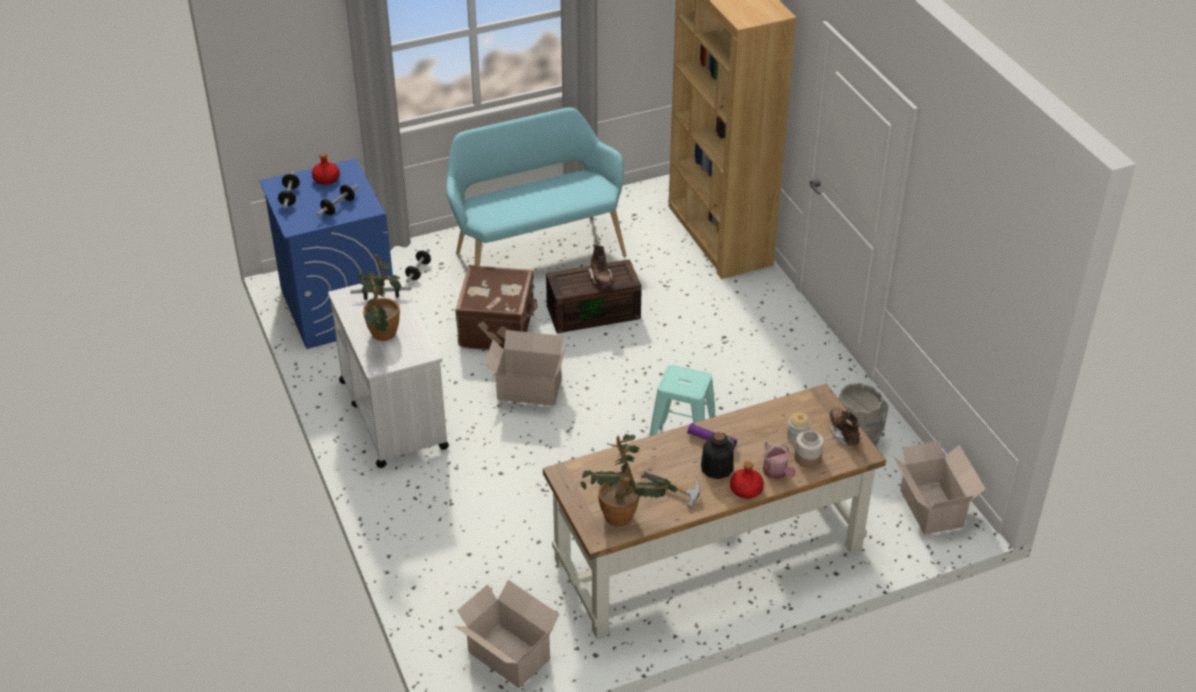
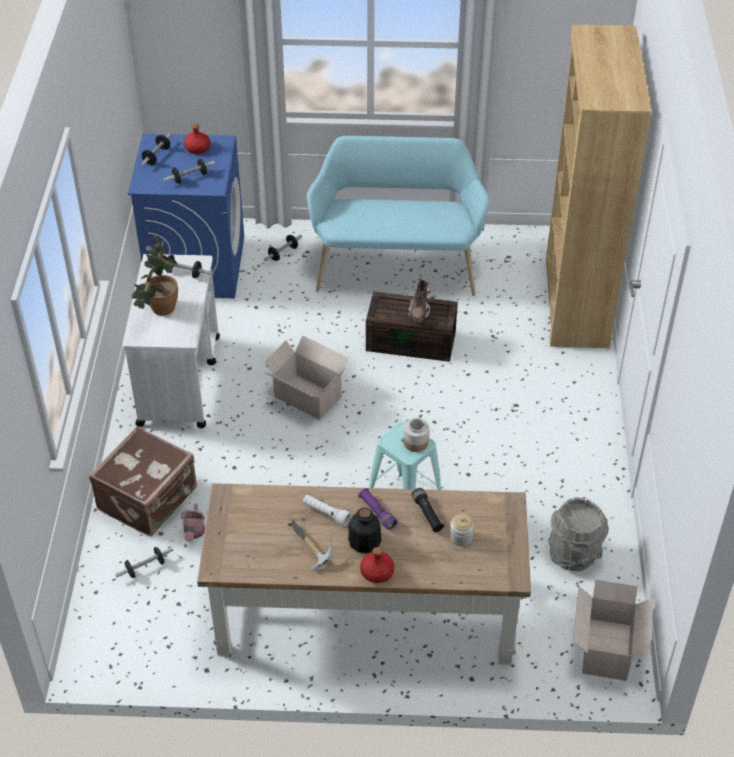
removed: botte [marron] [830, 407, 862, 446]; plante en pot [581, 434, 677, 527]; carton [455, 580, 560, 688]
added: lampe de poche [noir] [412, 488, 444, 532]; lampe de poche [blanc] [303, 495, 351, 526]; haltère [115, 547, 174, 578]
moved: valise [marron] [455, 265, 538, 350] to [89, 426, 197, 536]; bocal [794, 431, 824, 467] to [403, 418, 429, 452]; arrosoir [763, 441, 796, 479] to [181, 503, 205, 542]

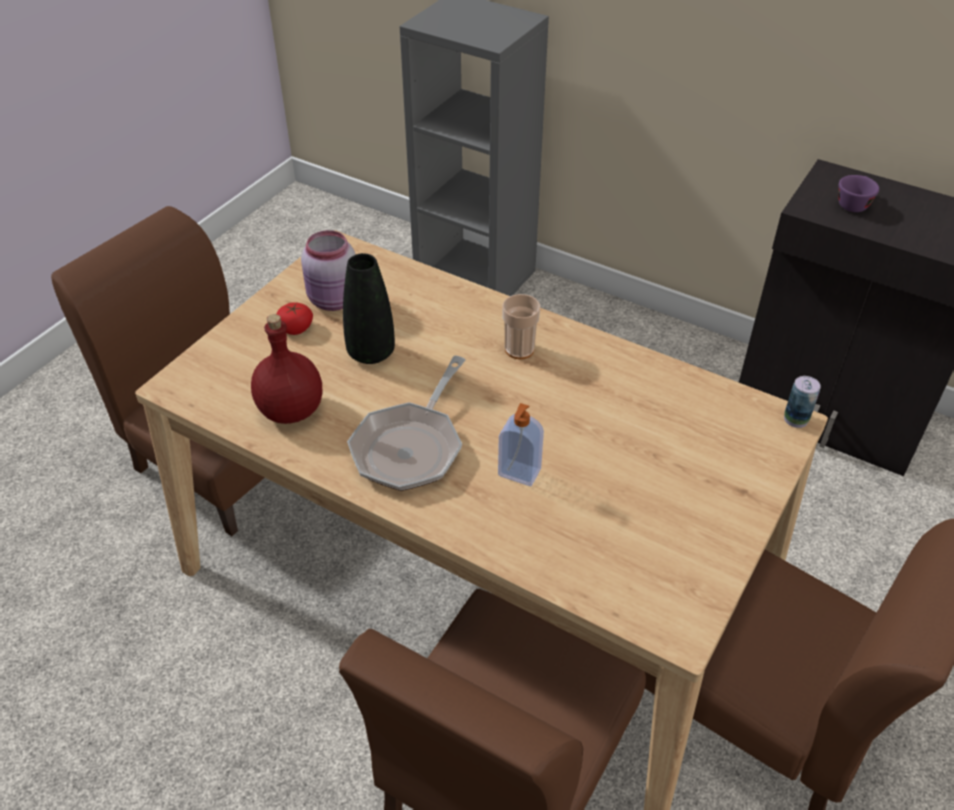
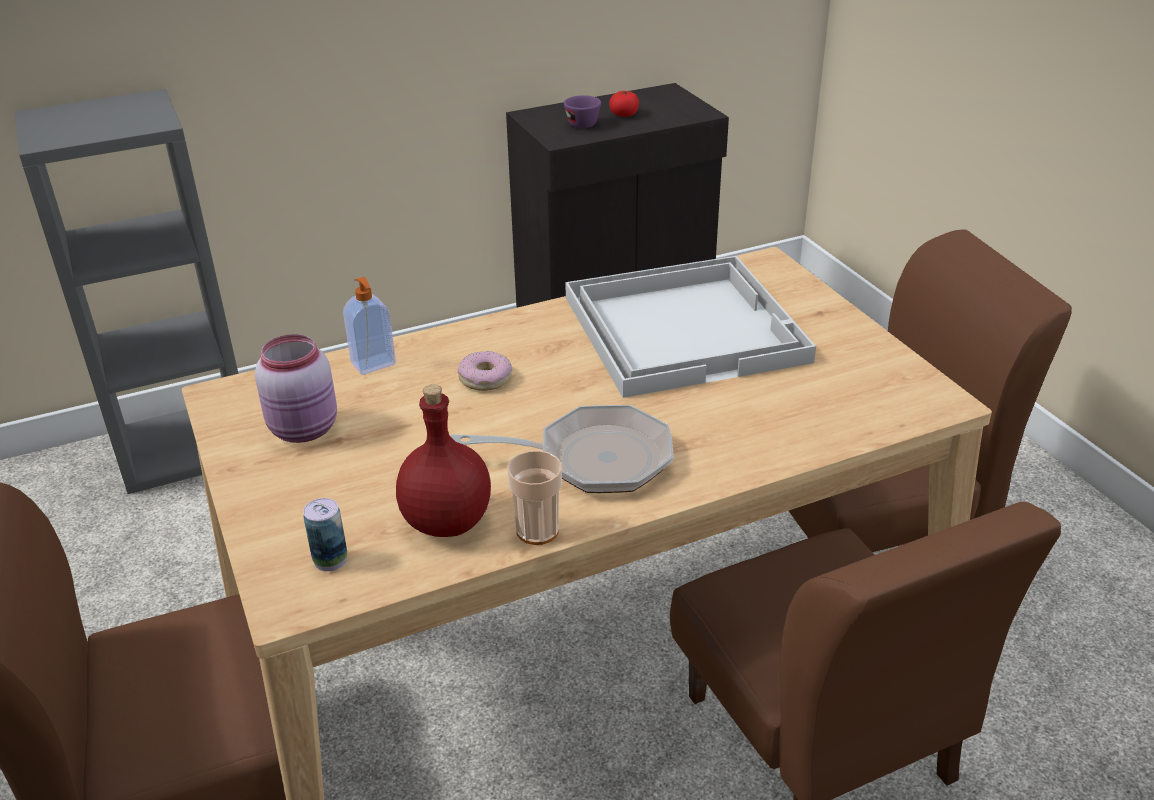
removed: vase [noir] [343, 253, 395, 364]
added: plateau [blanc] [565, 256, 816, 398]; beignet [458, 351, 512, 391]
moved: tasse [502, 294, 540, 359] to [507, 451, 562, 545]; tomate [277, 302, 313, 335] to [609, 91, 639, 117]; boîte métallique [784, 376, 821, 428] to [303, 498, 347, 572]; distributeur de savon [498, 403, 544, 486] to [343, 277, 396, 375]
turned: poêle [347, 356, 466, 491] = [450, 405, 674, 493] 60 degrees counterclockwise

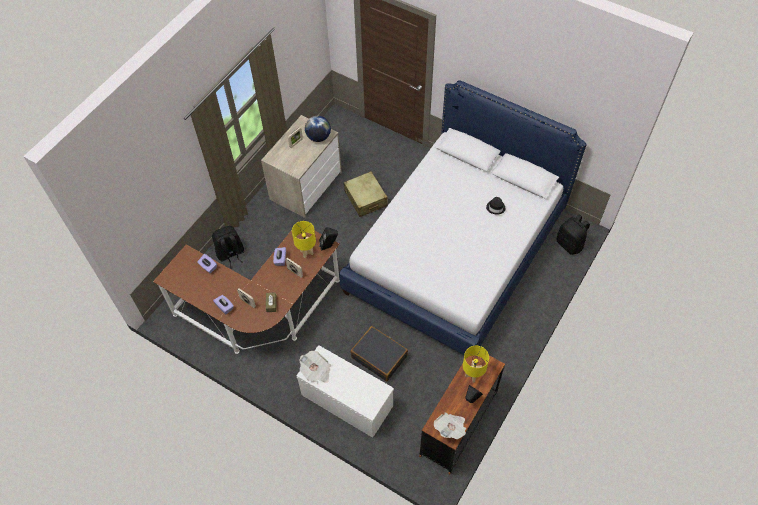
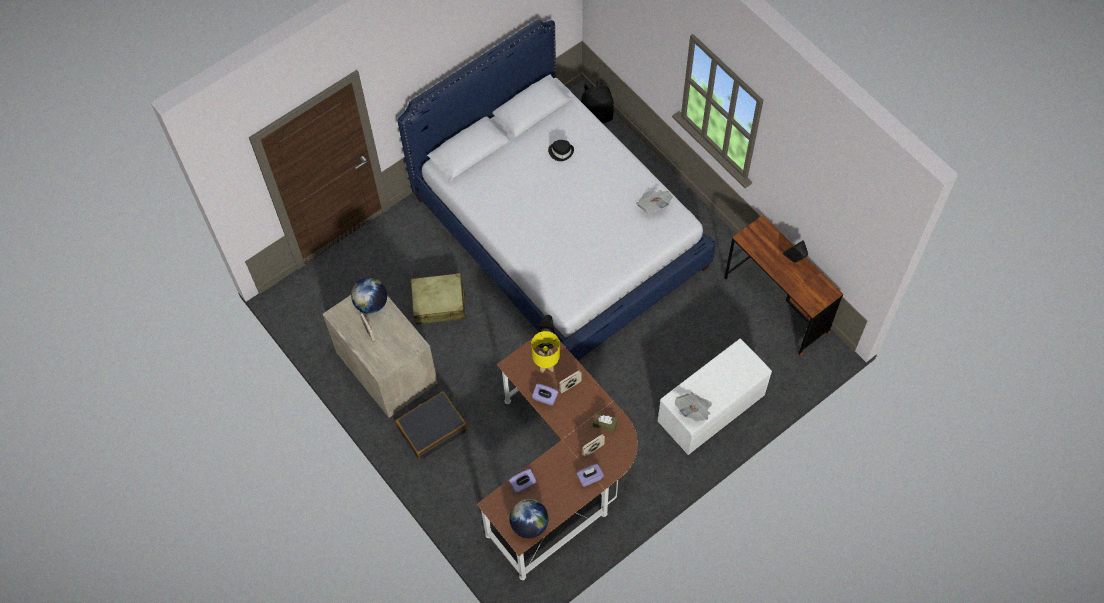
removed: sac à dos [noir] [212, 226, 244, 267]; lampe de table [jaune] [463, 346, 489, 383]
added: globe [509, 499, 548, 538]
moved: valise [noir] [351, 326, 408, 381] to [396, 391, 467, 460]; journal [434, 413, 466, 439] to [636, 189, 673, 213]

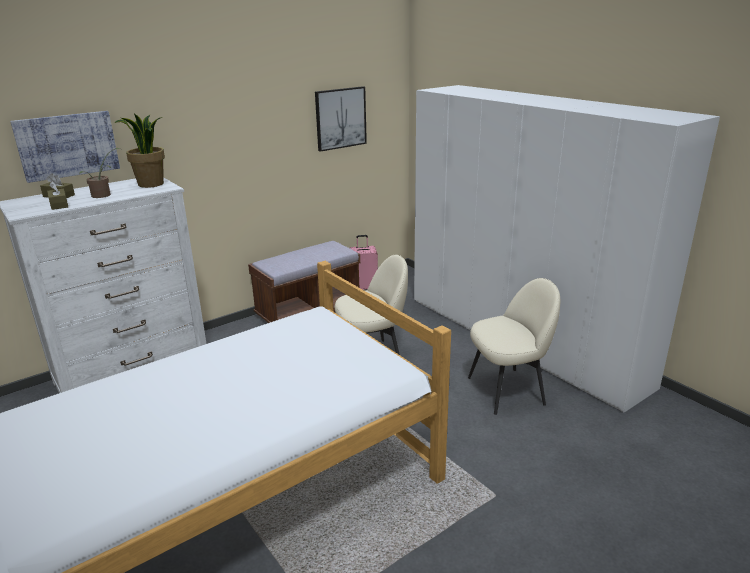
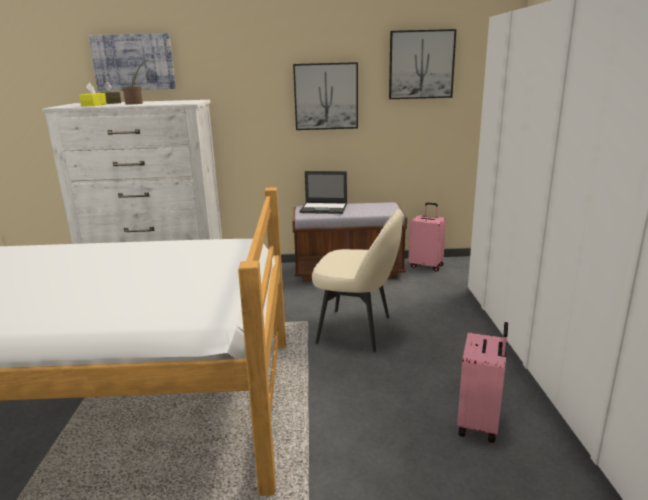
removed: plante en pot [114, 113, 165, 188]
added: tableau [293, 62, 358, 130]; ordinateur portable [299, 171, 347, 214]
replaced: chaise [beige] [468, 278, 560, 415] to valise [rose] [457, 322, 508, 443]
recoloured: boîte à mouchoirs [marron] [47, 181, 68, 210] to boîte à mouchoirs [jaune] [79, 83, 107, 106]

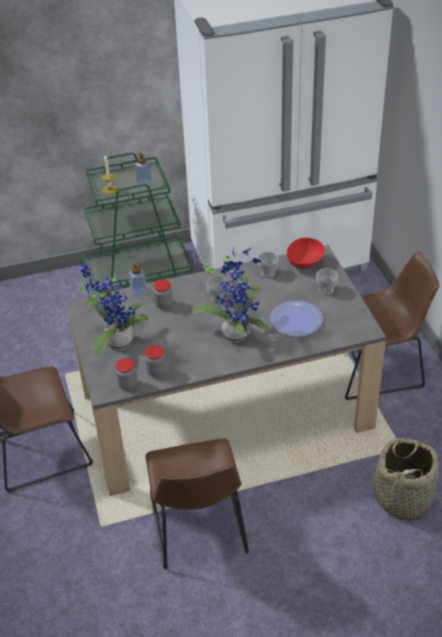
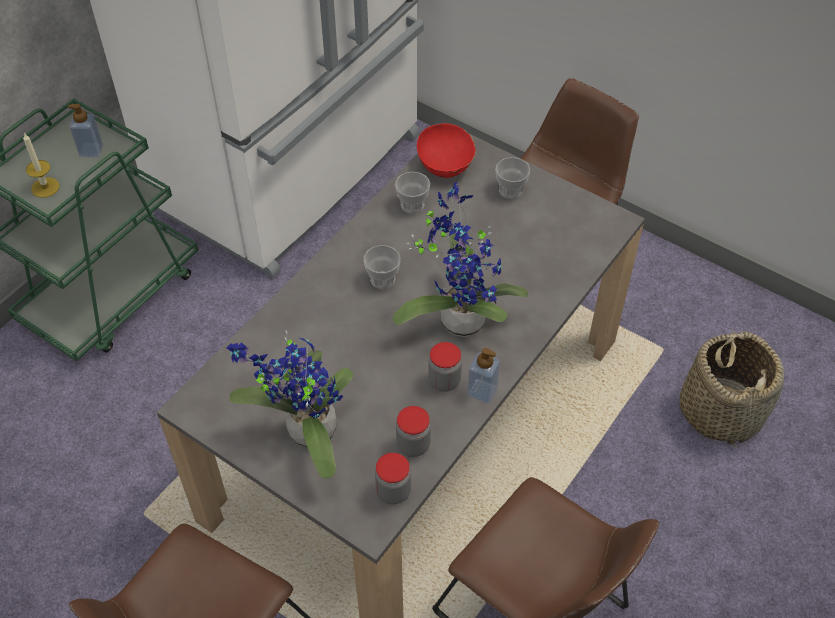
removed: assiette [270, 301, 323, 337]
moved: distributeur de savon [129, 262, 147, 298] to [467, 348, 500, 403]; bocal [153, 280, 173, 309] to [428, 342, 462, 392]

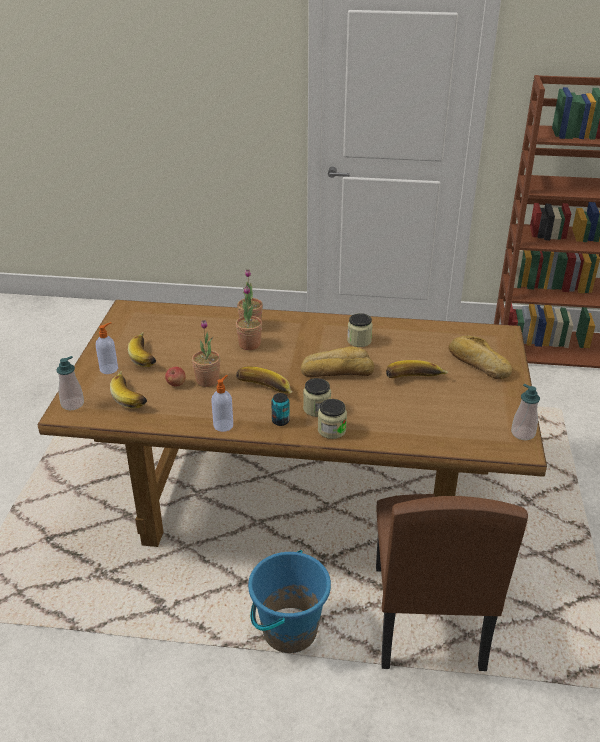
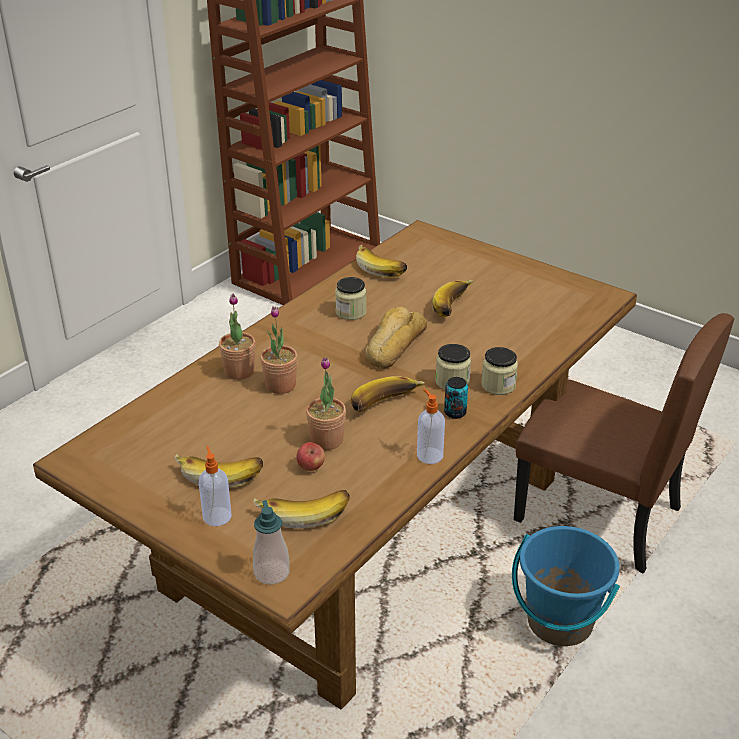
removed: pain [449, 335, 512, 379]; distributeur de savon [511, 384, 540, 440]
added: banane [356, 245, 407, 278]

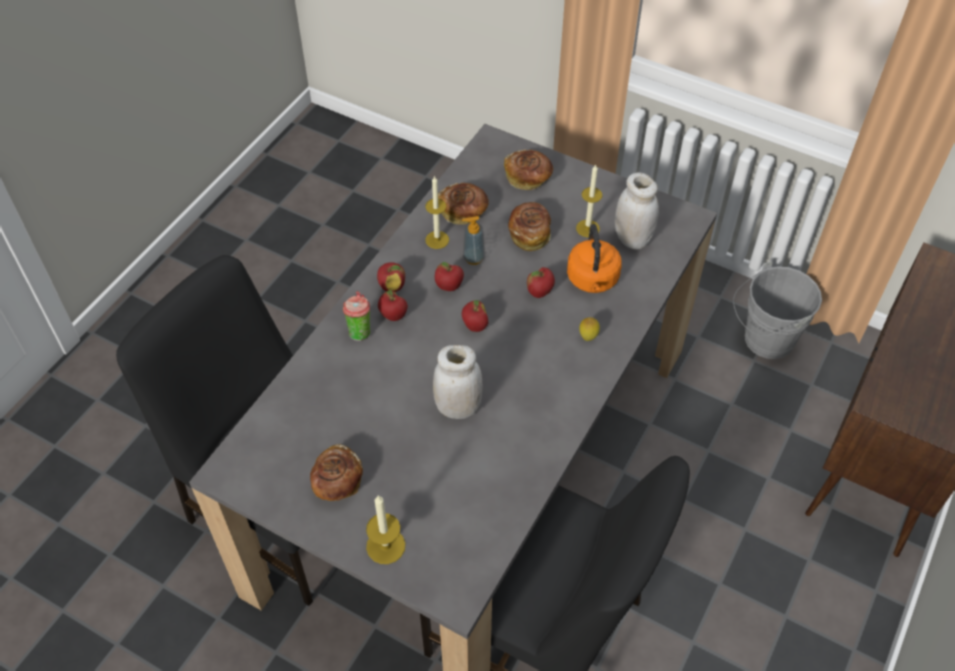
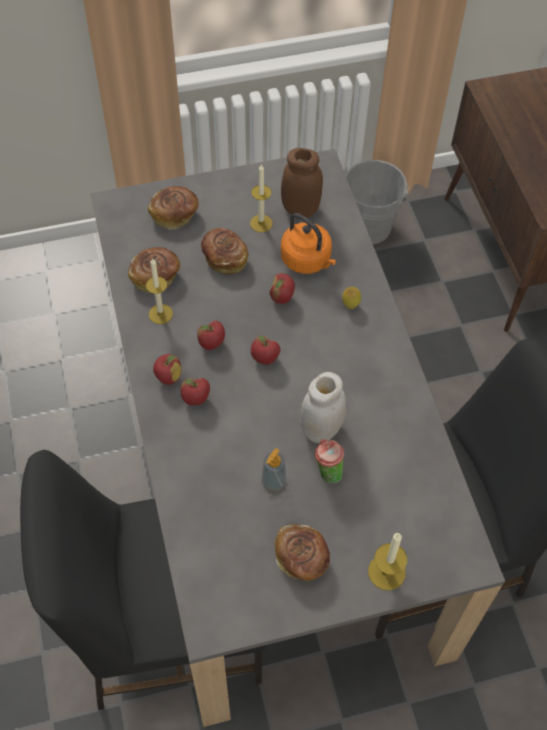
moved: distributeur de savon [462, 216, 485, 265] to [262, 448, 286, 491]; tasse [343, 291, 370, 341] to [315, 439, 344, 483]
recoloured: bocal [blanc] [615, 172, 659, 250] to bocal [marron] [281, 148, 323, 217]

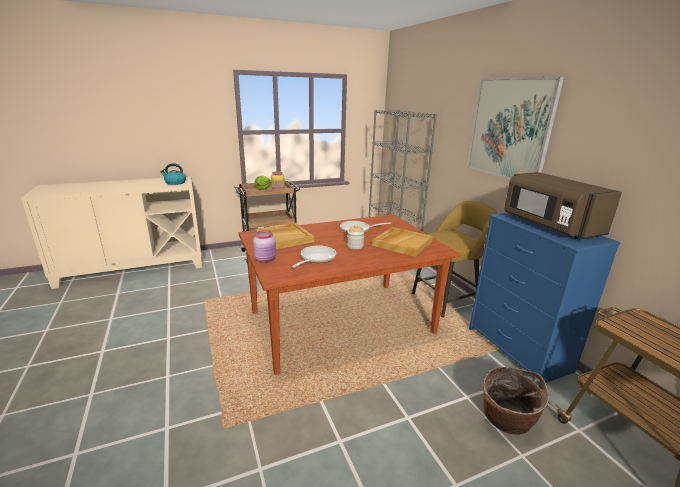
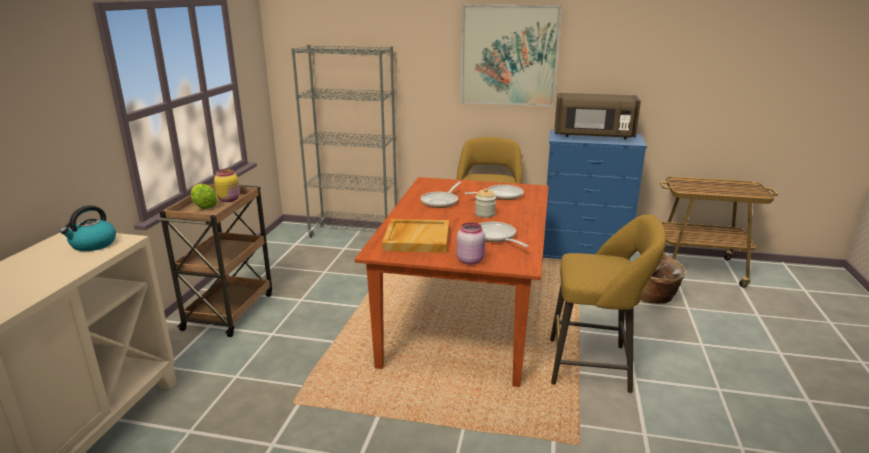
added: tabouret [jaune] [550, 214, 666, 393]
replaced: plateau [beige] [372, 227, 433, 257] to poêle [465, 185, 524, 200]

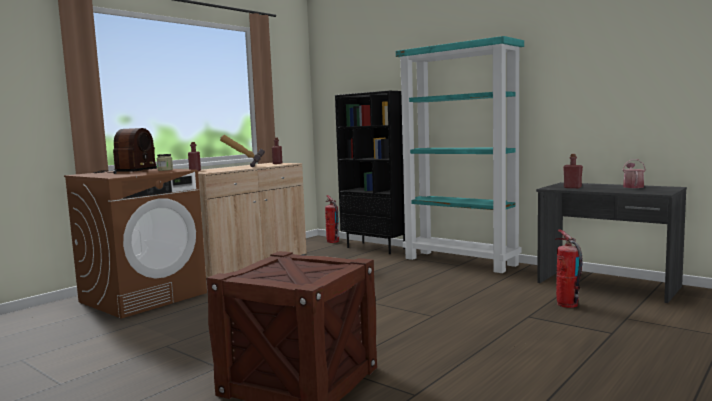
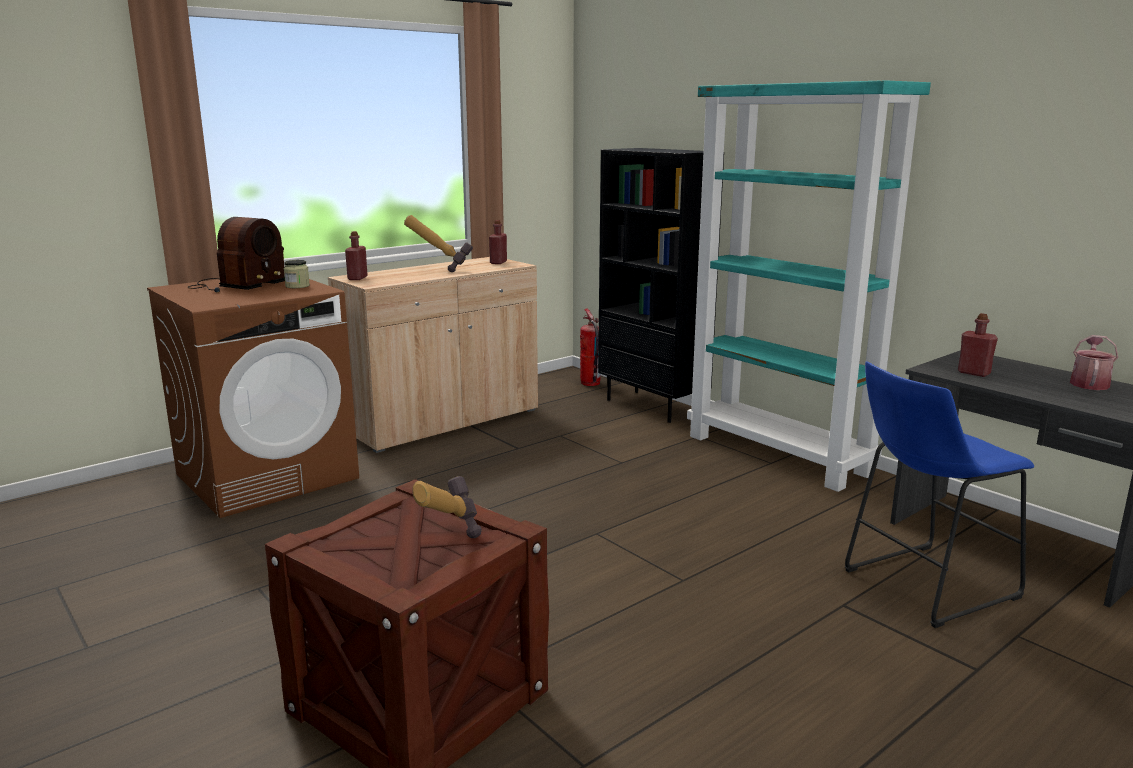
added: marteau [412, 476, 482, 538]
replaced: extincteur [555, 229, 583, 308] to tabouret [bleu] [845, 362, 1034, 628]

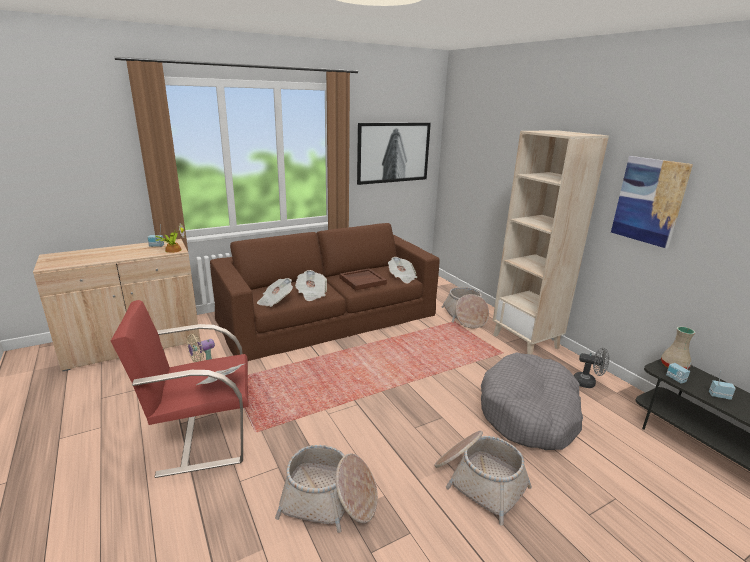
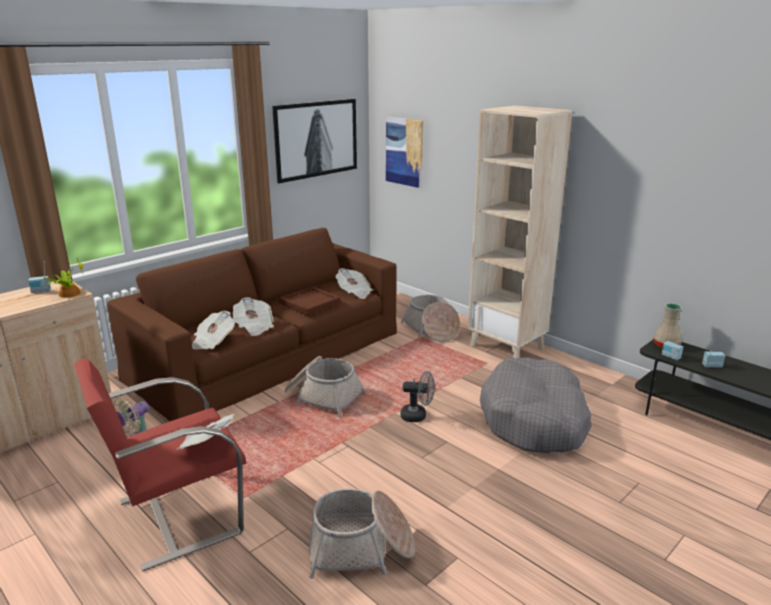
moved: tableau [611, 156, 693, 249] to [386, 117, 423, 188]; ventilateur [gris] [574, 347, 609, 388] to [401, 371, 435, 422]; panier [434, 431, 532, 525] to [285, 356, 366, 418]

